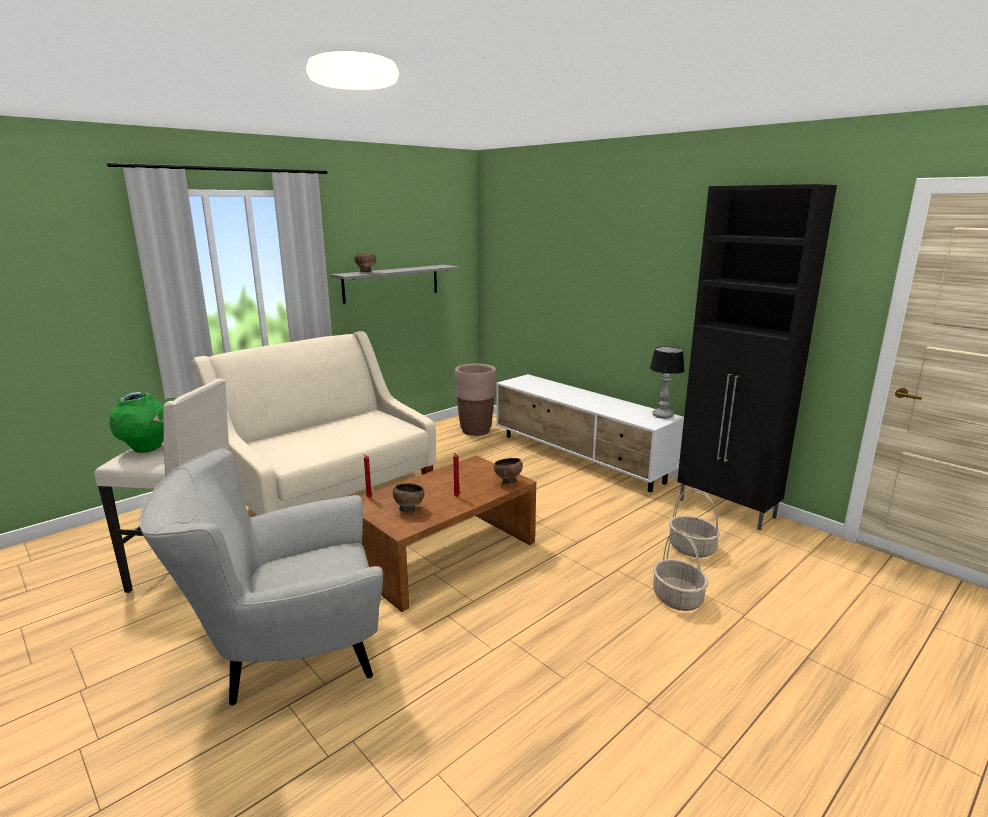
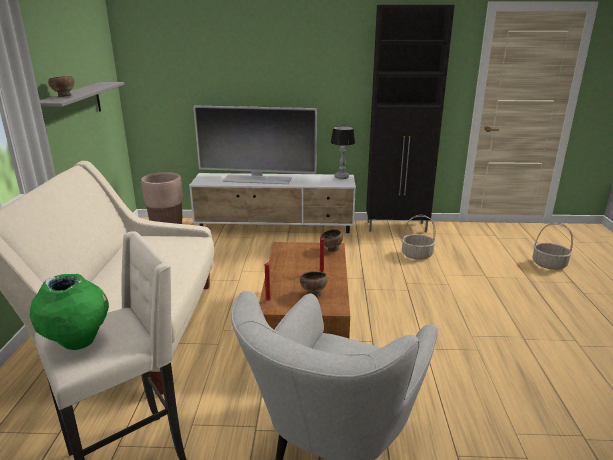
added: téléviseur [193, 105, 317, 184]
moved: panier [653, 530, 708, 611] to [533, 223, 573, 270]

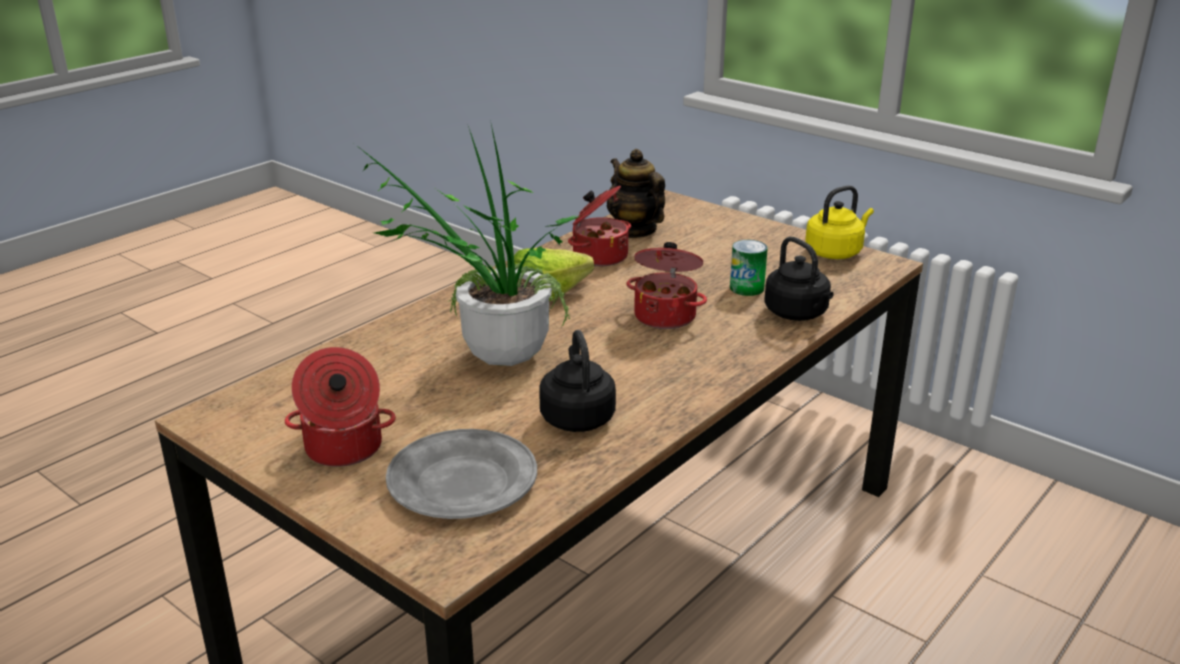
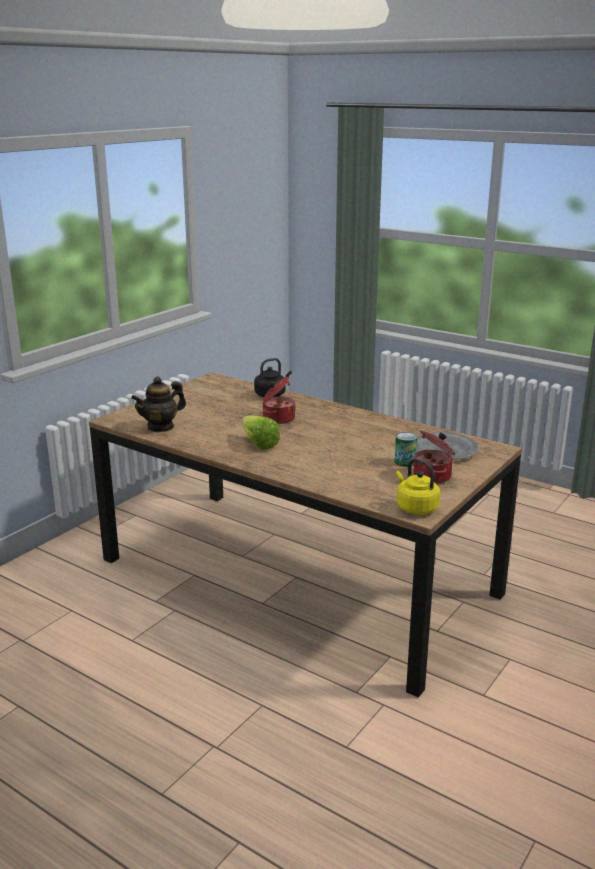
removed: plante en pot [356, 120, 583, 366]; marmite [568, 185, 631, 266]; bouilloire [noir] [539, 330, 616, 432]
moved: bouilloire [jaune] [805, 185, 874, 259] to [396, 459, 440, 515]; boîte métallique [730, 240, 768, 296] to [395, 432, 417, 467]

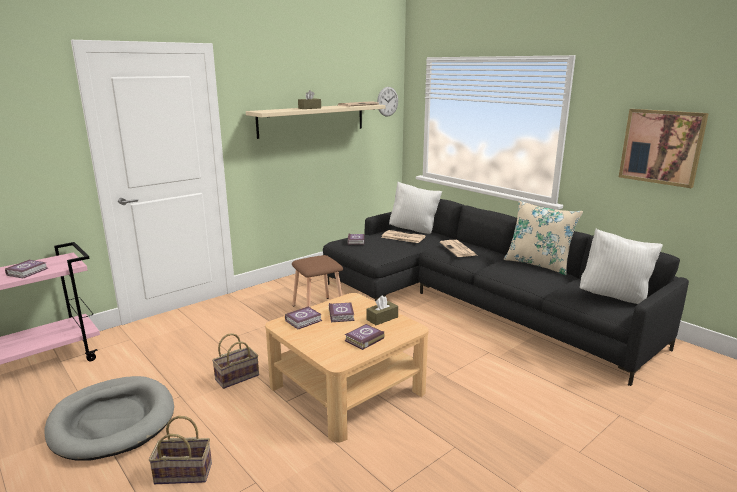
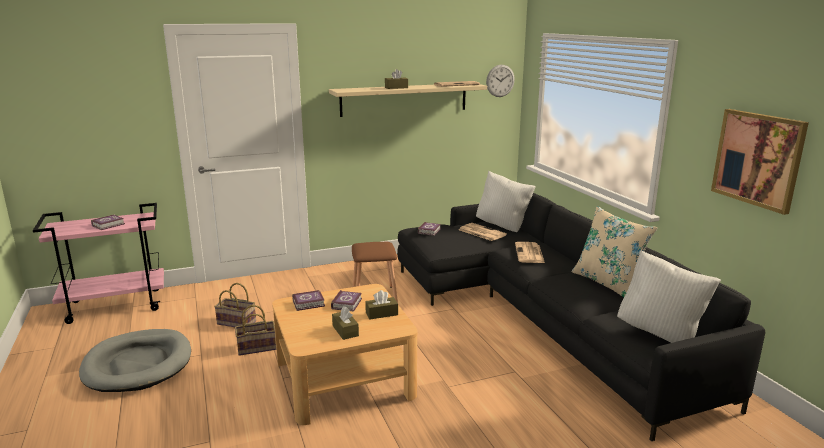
moved: panier [149, 416, 212, 484] to [214, 283, 256, 327]
replaced: livre [345, 324, 384, 350] to boîte à mouchoirs [marron] [332, 306, 359, 340]

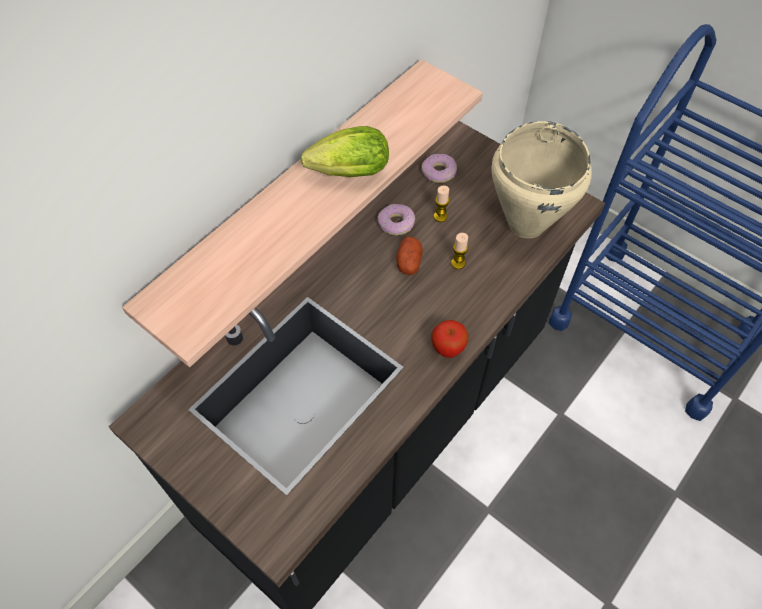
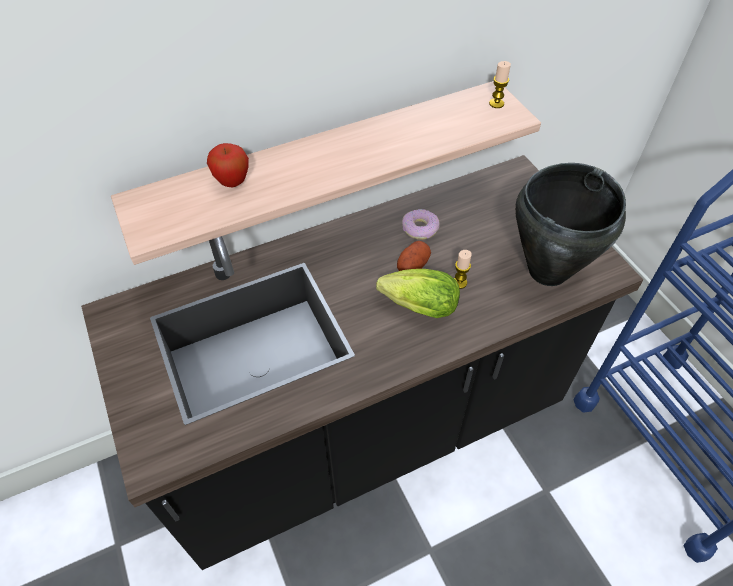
removed: beignet [421, 154, 457, 183]
moved: laitue [300, 126, 389, 177] to [376, 269, 460, 318]; bougie [434, 185, 450, 222] to [489, 61, 511, 108]; pomme [431, 320, 469, 358] to [207, 143, 249, 187]
recoloured: marmite [beige] [491, 121, 592, 238] to marmite [noir] [515, 163, 626, 286]

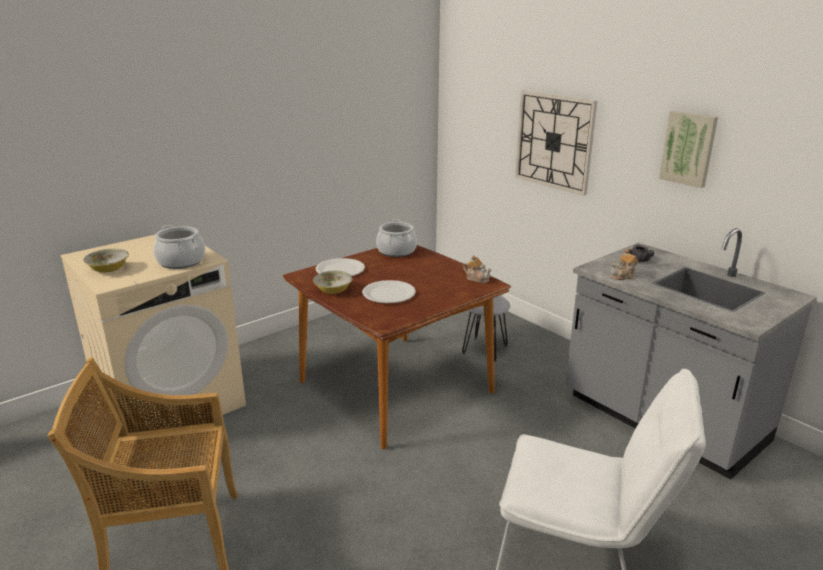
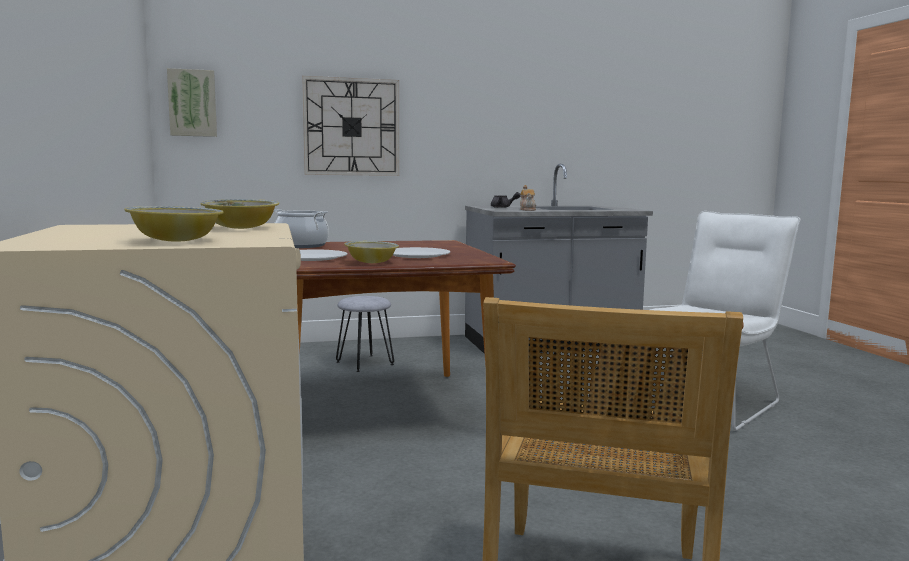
removed: théière [463, 255, 492, 283]
moved: tableau [659, 111, 718, 188] to [167, 68, 217, 137]
replaced: marmite [153, 225, 205, 269] to bol [200, 199, 279, 229]

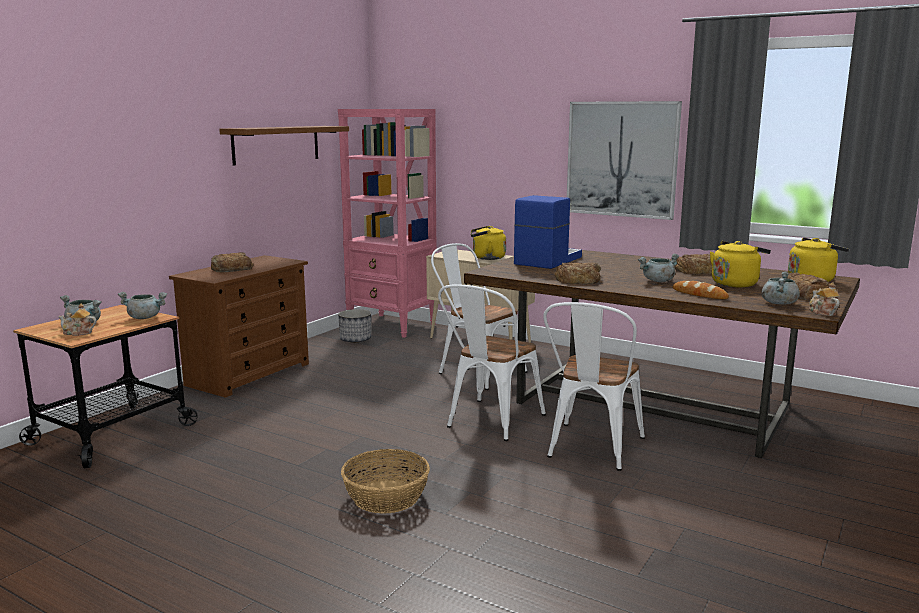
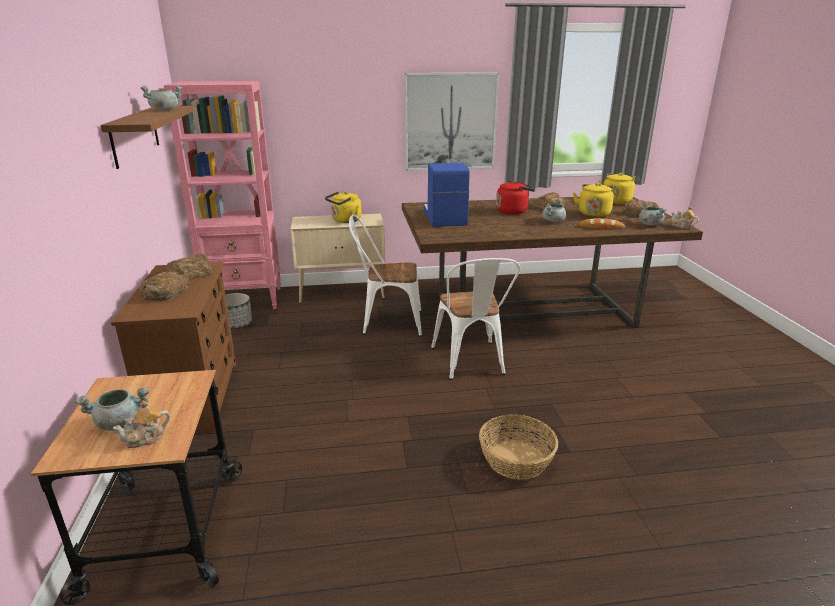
removed: chaise [blanc] [543, 302, 645, 471]
added: bouilloire [rouge] [496, 180, 536, 215]
moved: pain [554, 262, 601, 284] to [165, 254, 212, 280]; marmite [gris] [118, 292, 167, 319] to [140, 86, 183, 111]

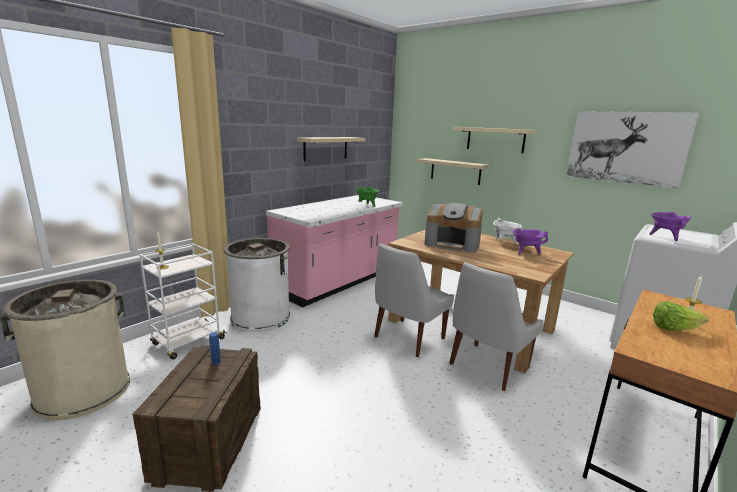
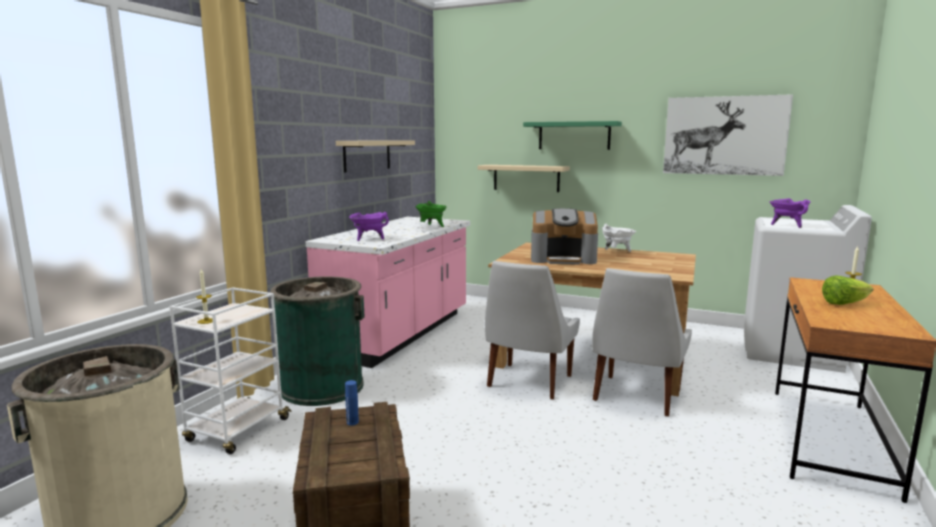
moved: marmite [violet] [512, 228, 548, 254] to [349, 212, 389, 241]
recoloured: étagère [beige] [453, 127, 536, 153] to étagère [vert] [523, 121, 622, 150]; poubelle [blanc] [224, 238, 290, 332] to poubelle [vert] [270, 276, 364, 406]

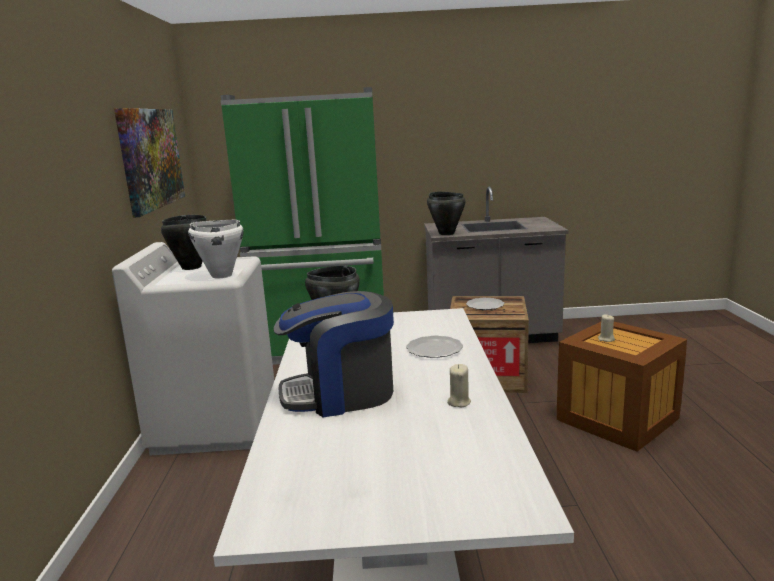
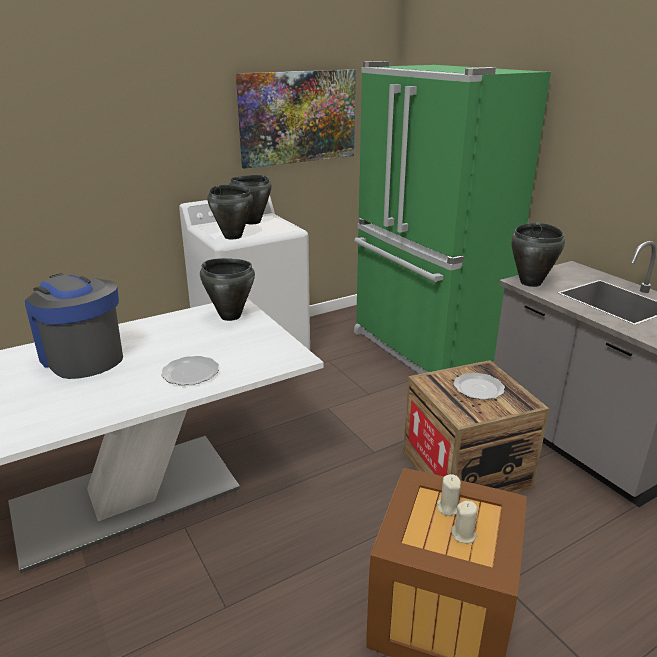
moved: bougie [beige] [447, 364, 471, 407] to [451, 501, 477, 543]
recoloured: marmite [blanc] [188, 220, 244, 278] to marmite [noir] [207, 185, 253, 239]

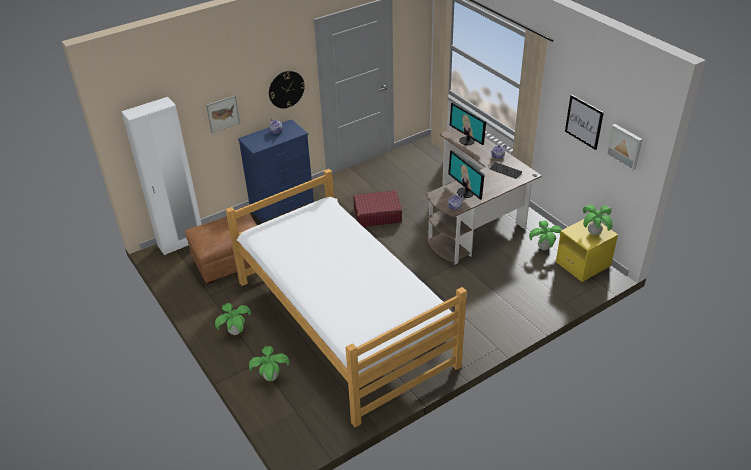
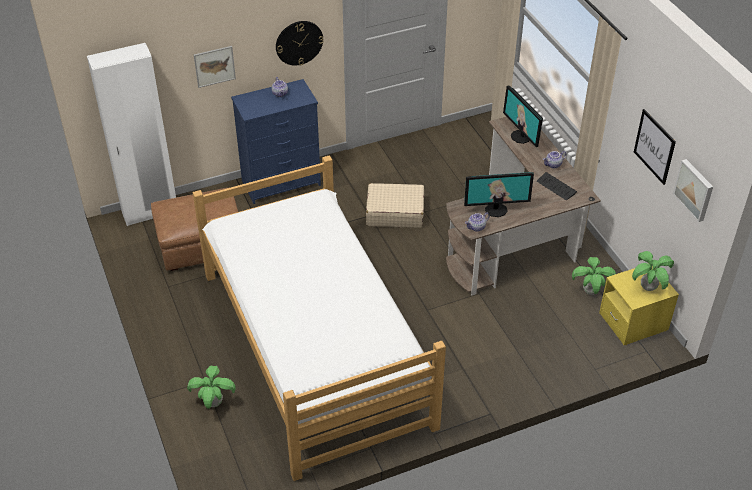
removed: plante en pot [215, 303, 251, 335]
recoloured: valise [rouge] [353, 190, 402, 227] to valise [beige] [366, 183, 424, 228]
turned: écran d'ordinateur [448, 150, 484, 200] = [464, 172, 534, 217] 75 degrees counterclockwise

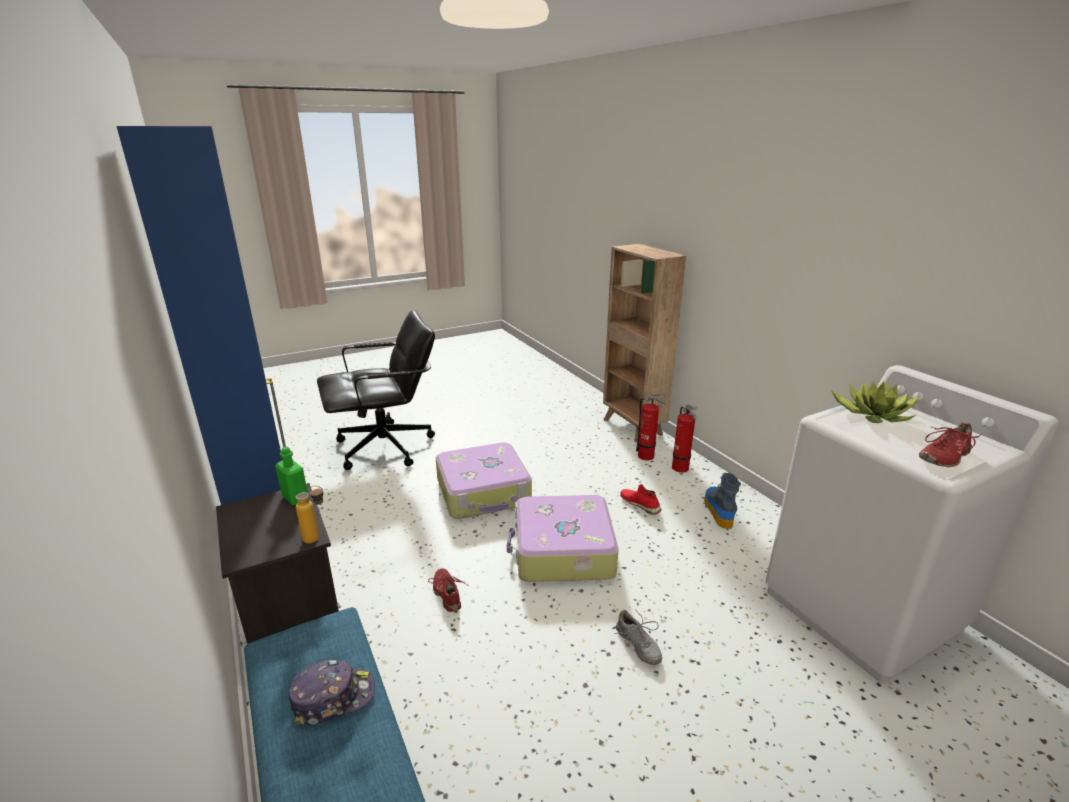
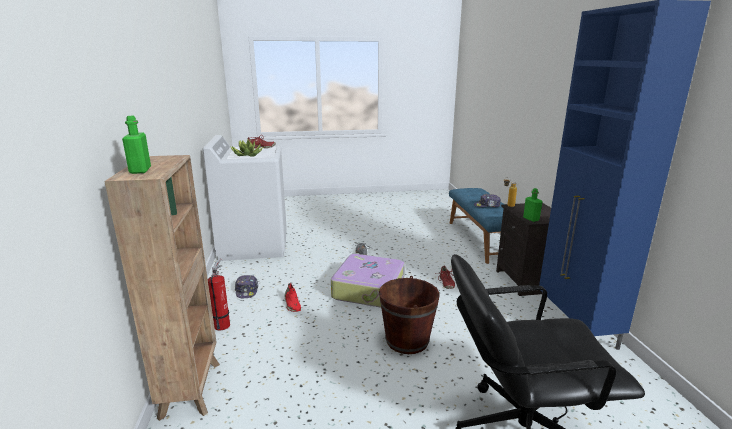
removed: extincteur [636, 394, 666, 460]
added: bouteille [vert] [122, 116, 151, 174]
replaced: valise [436, 442, 532, 519] to seau [marron] [379, 276, 440, 354]; botte [704, 472, 741, 529] to casquette [235, 275, 258, 298]

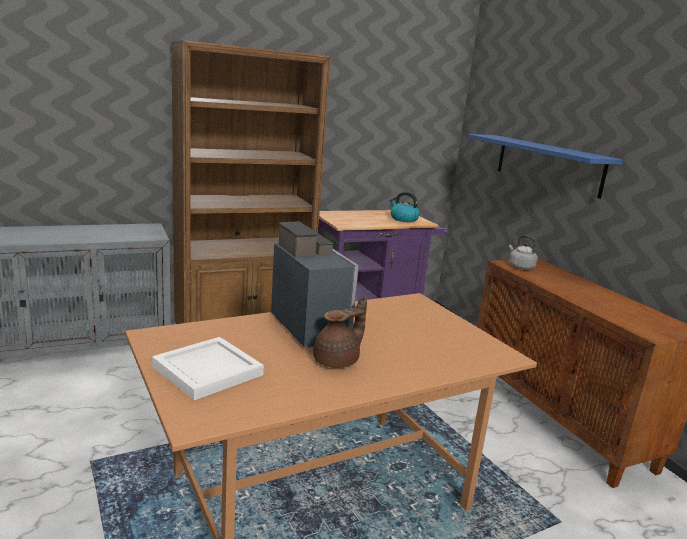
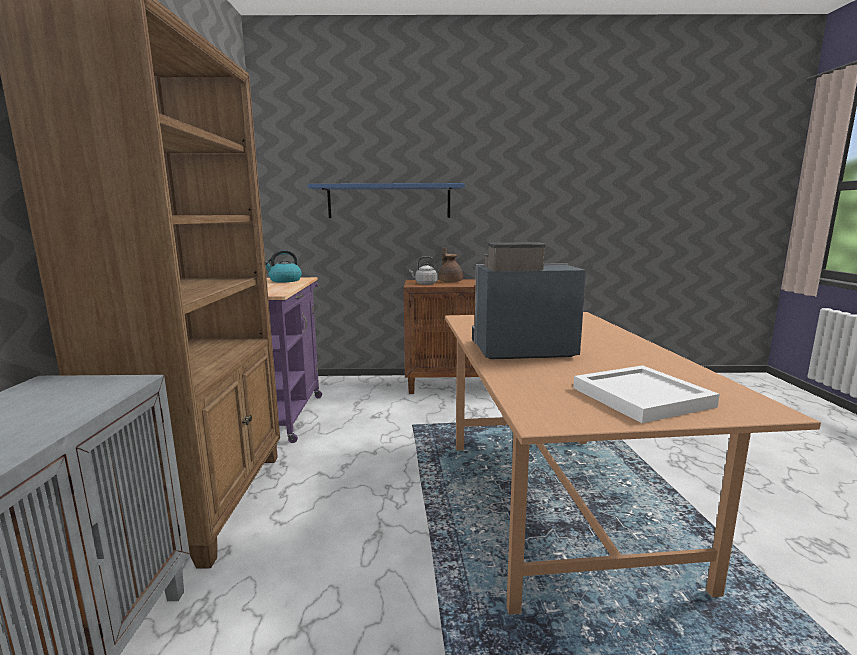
moved: théière [marron] [313, 296, 367, 368] to [439, 247, 463, 283]

